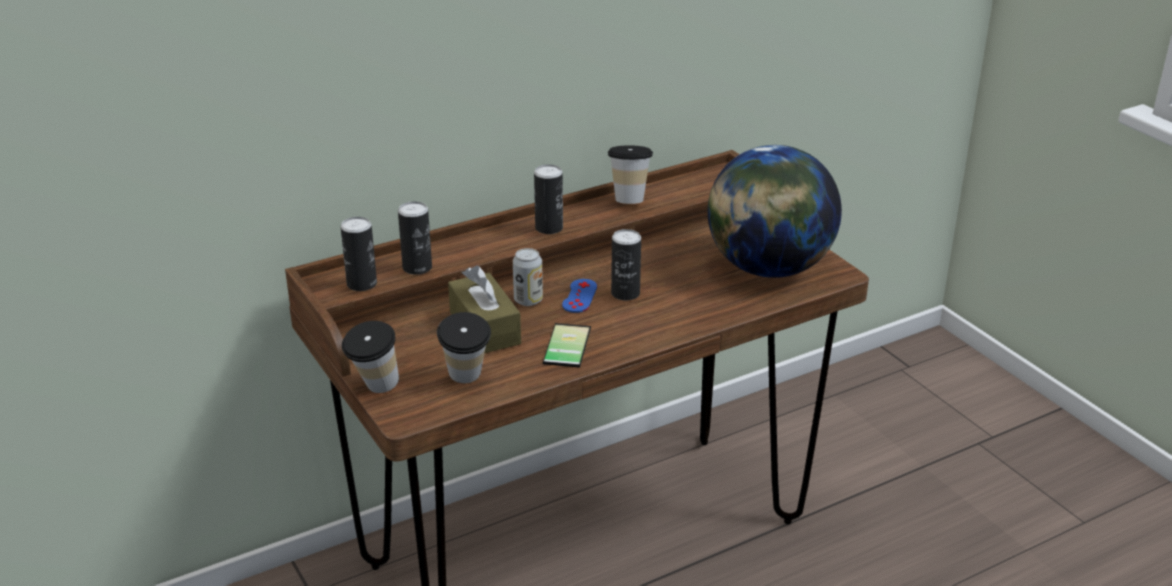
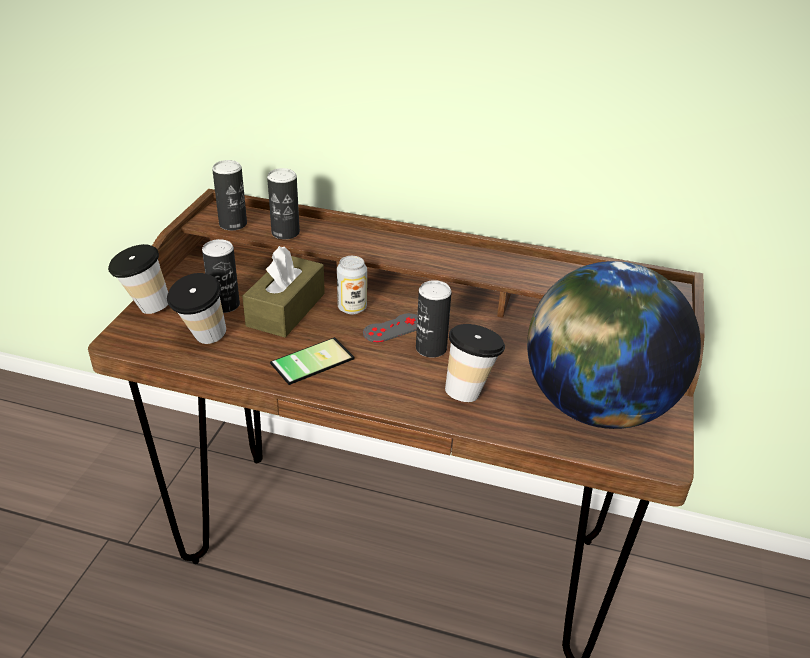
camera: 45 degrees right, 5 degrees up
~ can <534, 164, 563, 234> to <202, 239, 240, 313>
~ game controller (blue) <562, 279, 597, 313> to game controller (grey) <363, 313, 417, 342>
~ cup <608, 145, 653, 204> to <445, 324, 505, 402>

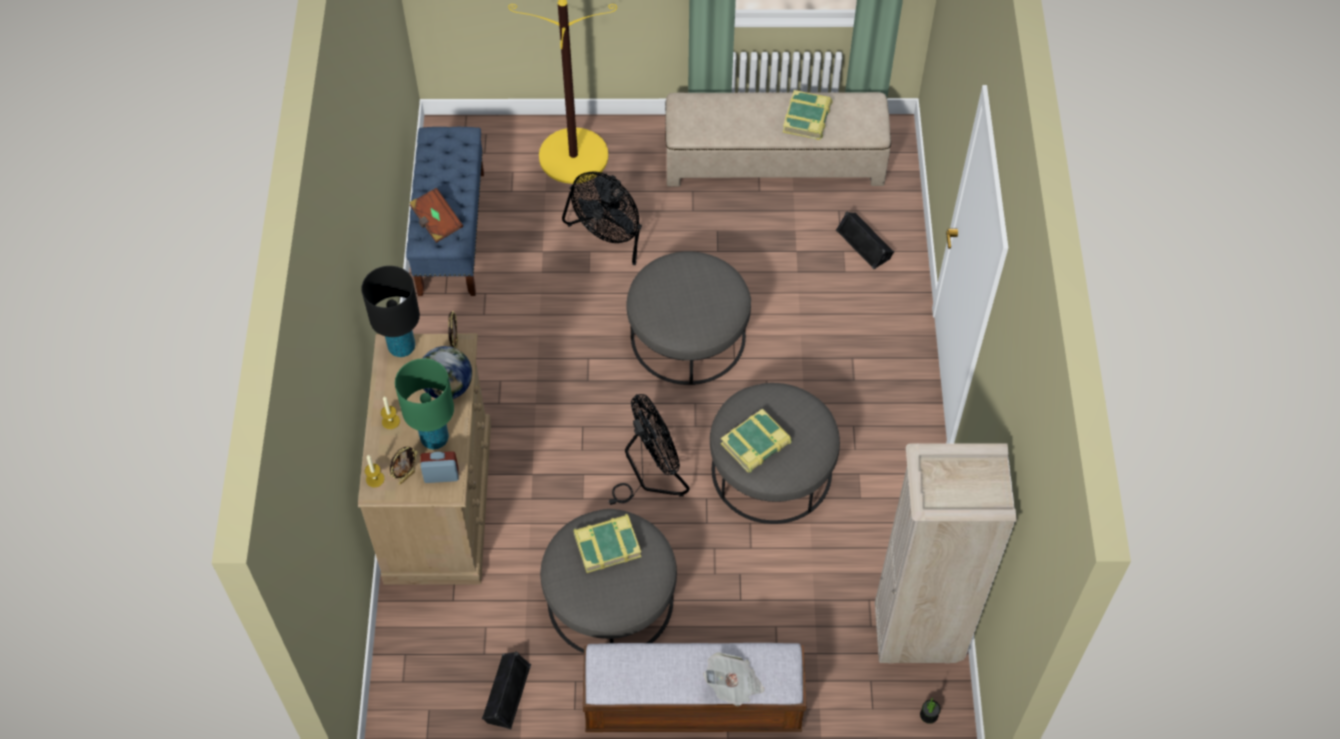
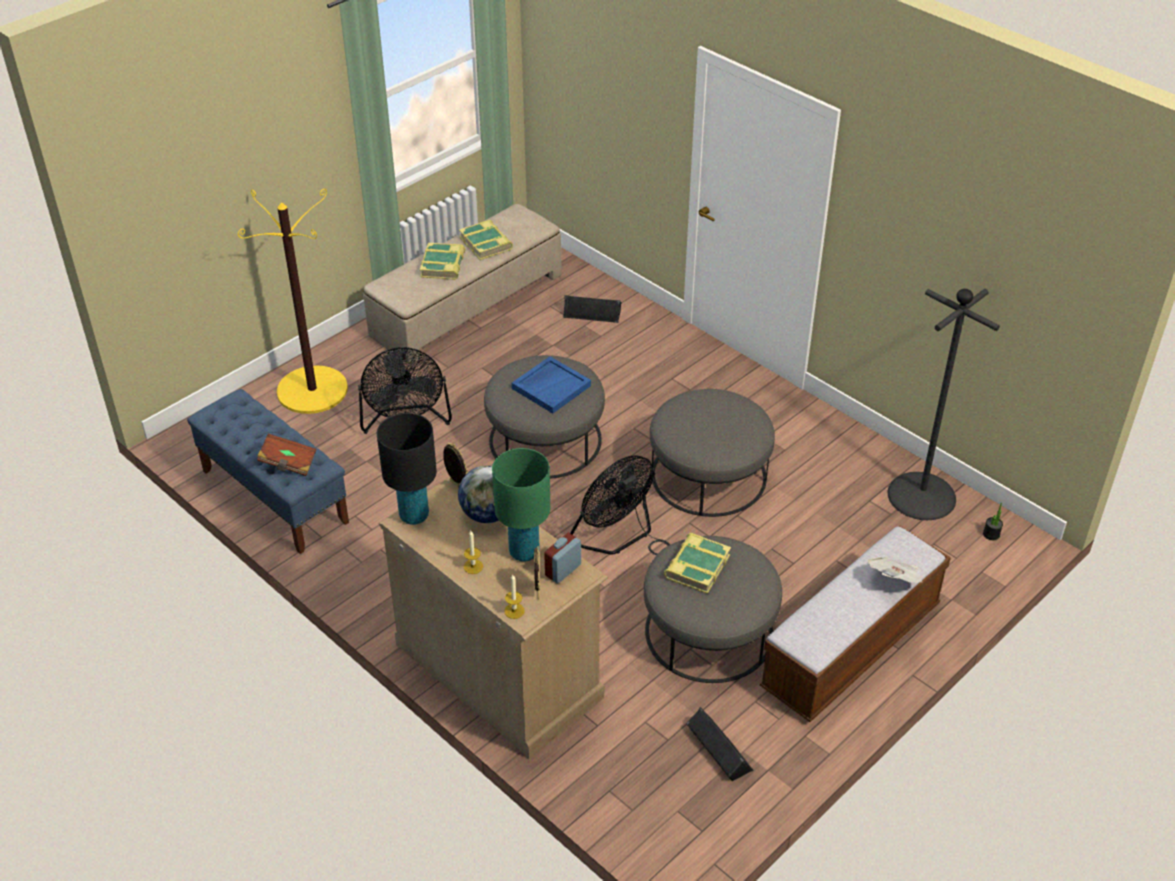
camera: 45 degrees left, 15 degrees down
~ book <721, 408, 792, 473> to <420, 243, 466, 280>
+ tray (blue) <512, 356, 591, 413>
~ fan (black) <608, 394, 689, 505> = <570, 455, 670, 555> 60 degrees counterclockwise
~ cabinet (beige) <875, 443, 1017, 663> to clothes rack (black) <887, 289, 1000, 520>

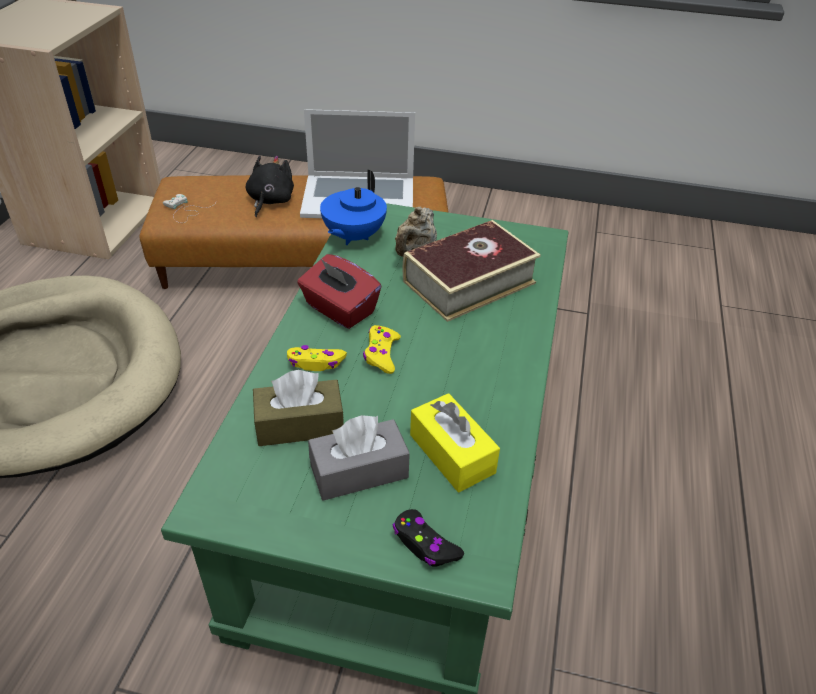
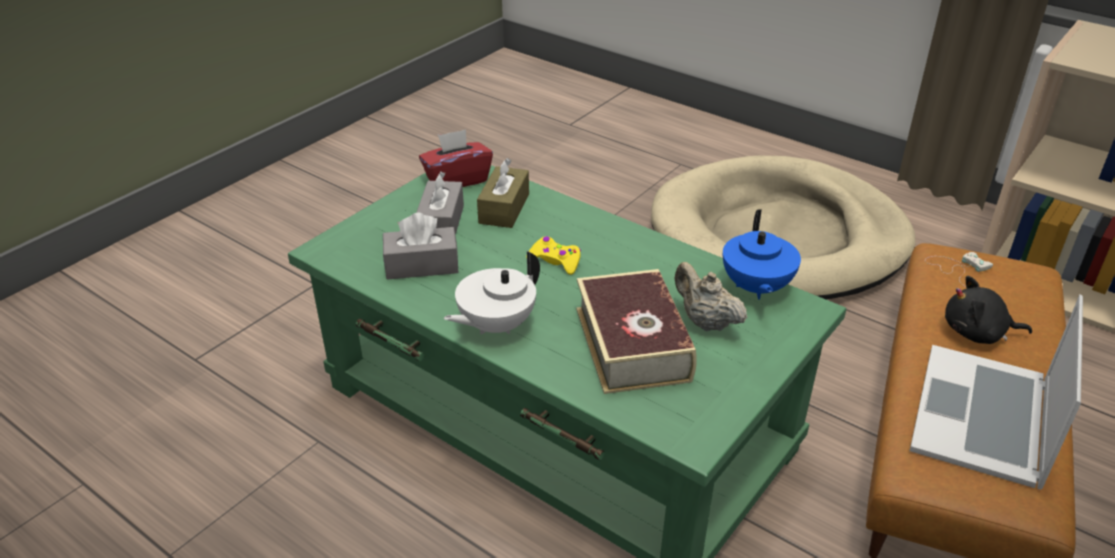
camera: 115 degrees right, 5 degrees down
~ tissue box (yellow) <410, 393, 500, 492> to tissue box (grey) <383, 212, 459, 280>
~ tissue box (red) <297, 254, 381, 329> to <419, 129, 493, 187>
+ teapot (white) <444, 251, 540, 335>
~ teapot (blue) <320, 170, 387, 245> = <723, 209, 801, 300> 135 degrees counterclockwise
~ plush toy (black) <246, 155, 294, 217> = <945, 276, 1032, 344> 150 degrees clockwise
- game controller (yellow) <287, 345, 347, 371>
- game controller (black) <393, 509, 464, 567>

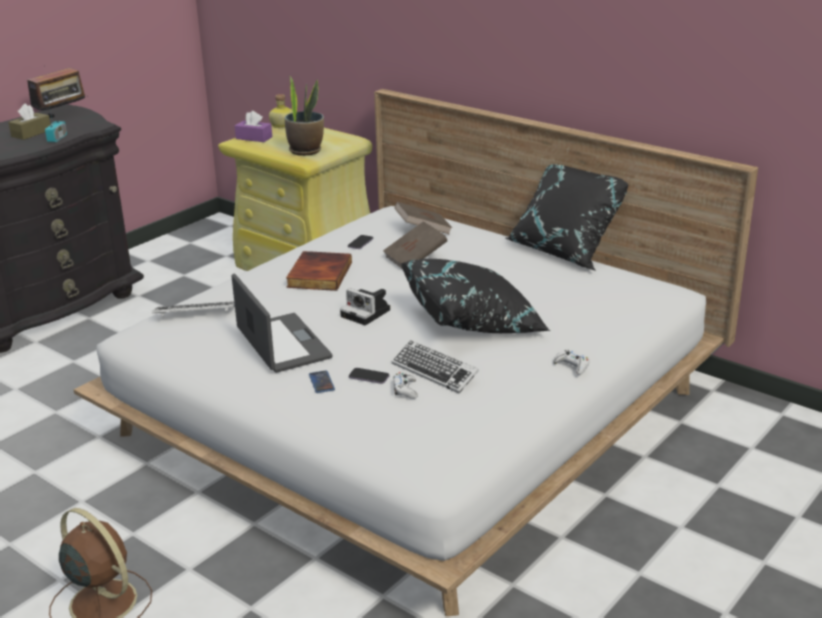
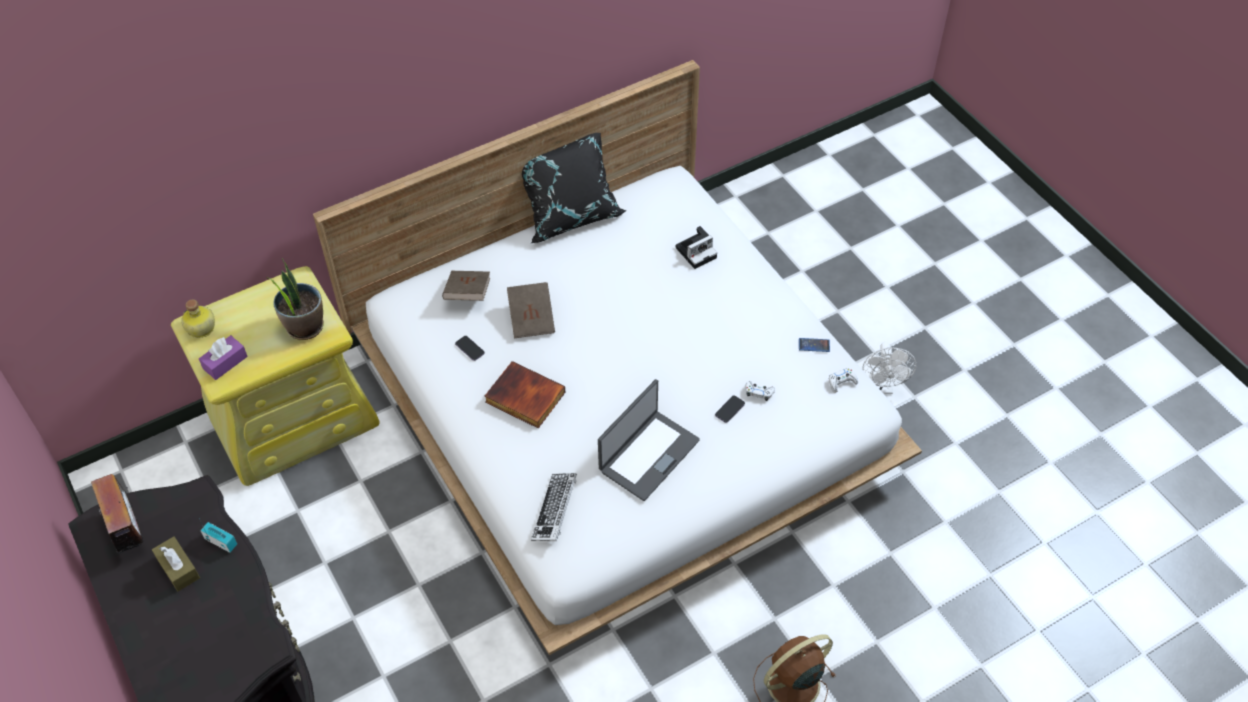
camera: 70 degrees left, 25 degrees up
~ laptop <232, 274, 333, 373> = <598, 379, 700, 501> 135 degrees clockwise
~ photo camera <340, 288, 390, 325> to <676, 226, 717, 269>
~ phone <309, 370, 335, 393> to <799, 338, 830, 352>
~ game controller (white) <553, 350, 590, 375> to <829, 368, 858, 393>
+ fan (white) <862, 342, 916, 394>
- keyboard <392, 340, 479, 393>
- pillow (black) <401, 259, 550, 333>

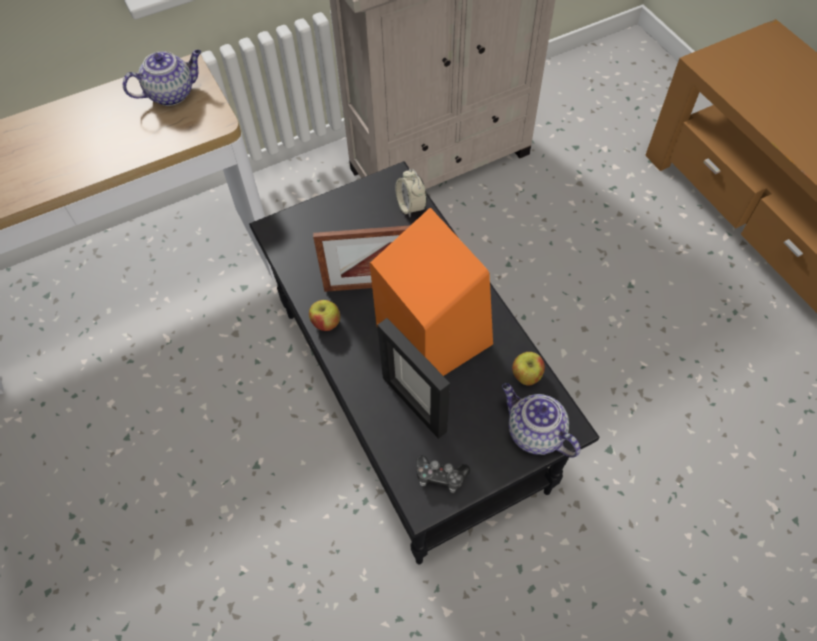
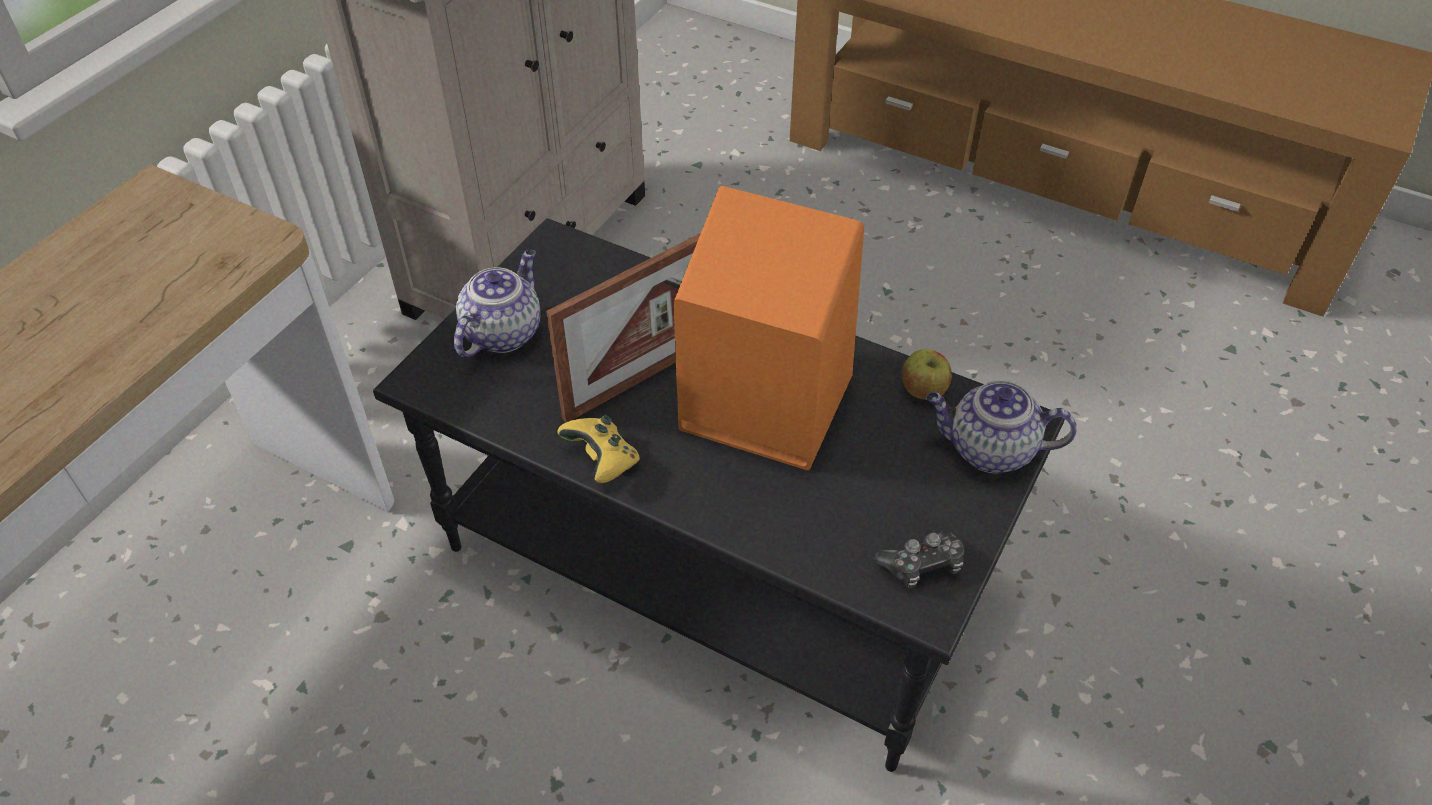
camera: 35 degrees left, 10 degrees down
~ teapot <123, 50, 201, 106> to <454, 249, 541, 357>
~ apple <309, 300, 340, 331> to game controller (yellow) <558, 415, 640, 483>
- picture frame <377, 318, 450, 439>
- alarm clock <395, 169, 427, 217>

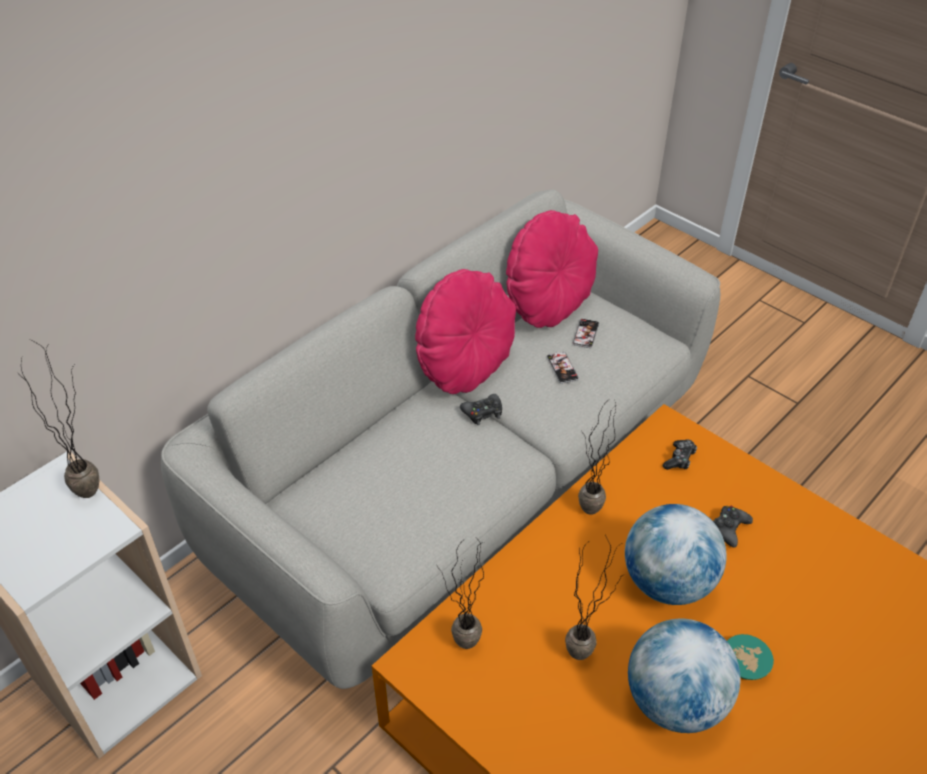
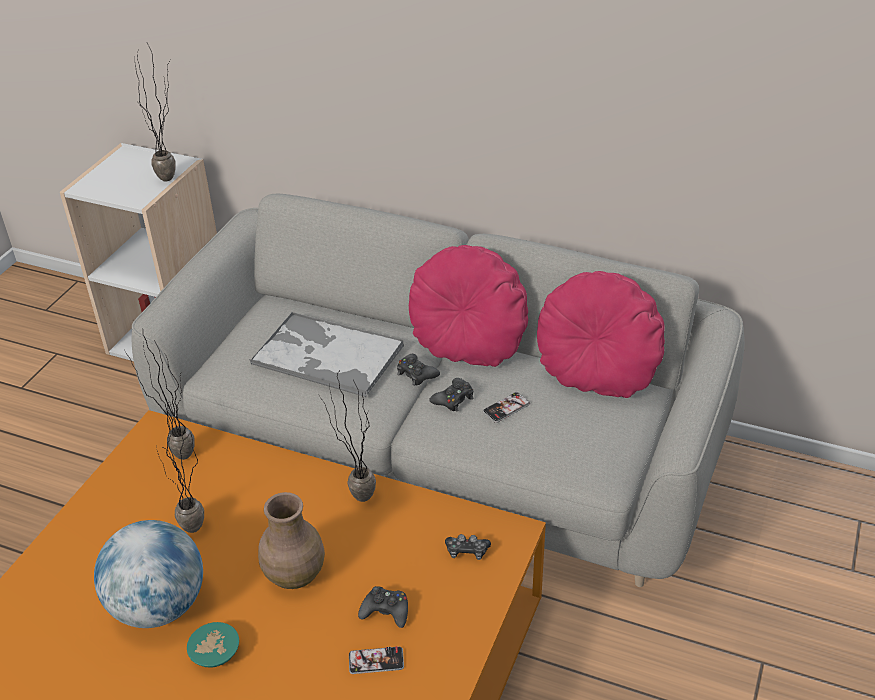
camera: 70 degrees right, 5 degrees down
+ tray <249, 312, 404, 397>
~ globe <625, 504, 727, 605> to vase (brown) <258, 492, 325, 589>
~ phone <573, 319, 599, 348> to <349, 646, 404, 674>
+ game controller (black) <430, 378, 474, 412>

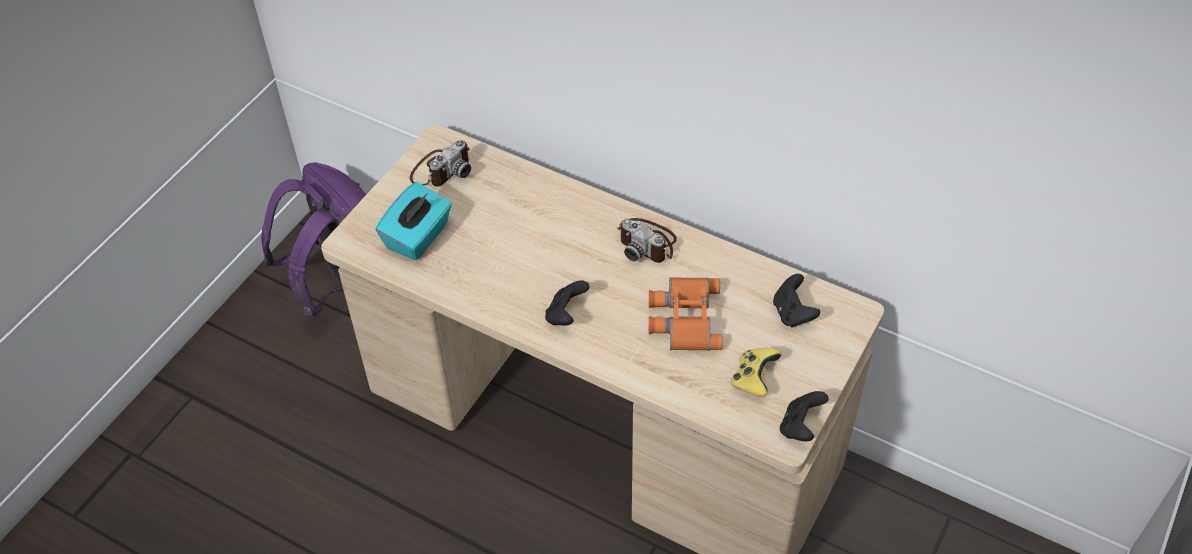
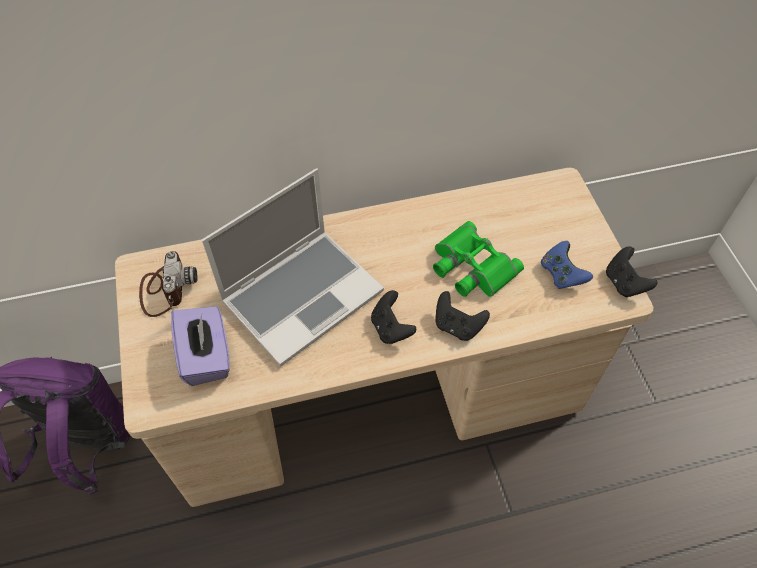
camera: 45 degrees left, 5 degrees up
~ tissue box (turquoise) <376, 182, 452, 260> to tissue box (purple) <171, 307, 230, 386>
+ laptop <202, 168, 384, 366>
~ binoculars (orange) <649, 277, 723, 351> to binoculars (green) <433, 221, 524, 297>
~ game controller (black) <773, 274, 820, 328> to <435, 291, 490, 341>
~ game controller (yellow) <731, 348, 782, 397> to game controller (blue) <541, 241, 593, 289>
- photo camera <618, 218, 677, 263>

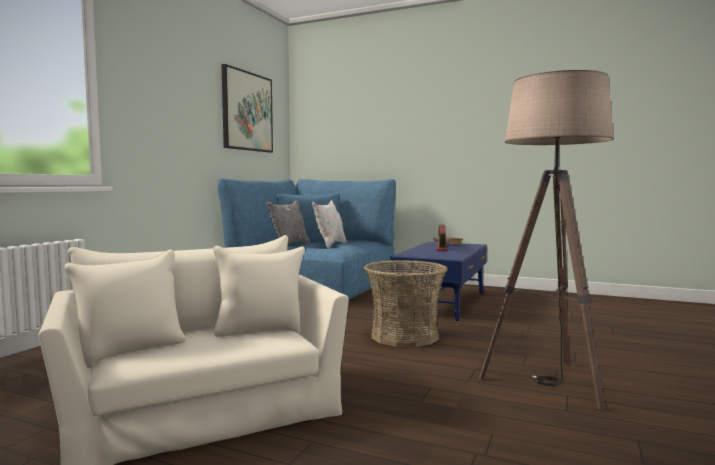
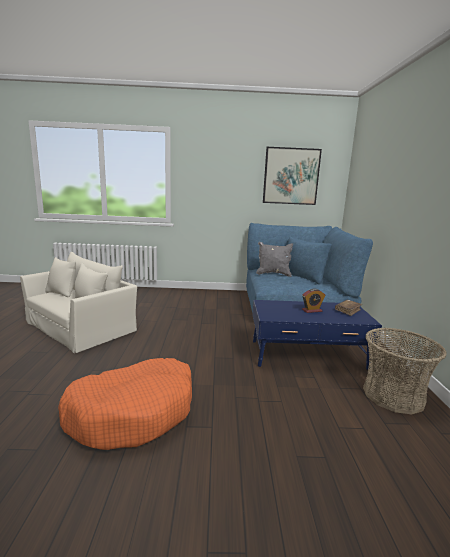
camera: 65 degrees right, 10 degrees up
~ floor lamp <479, 70, 614, 410> to dog bed (orange) <58, 358, 192, 450>
~ basket <364, 260, 448, 347> to <363, 328, 447, 414>
- pillow (white) <312, 200, 346, 248>

